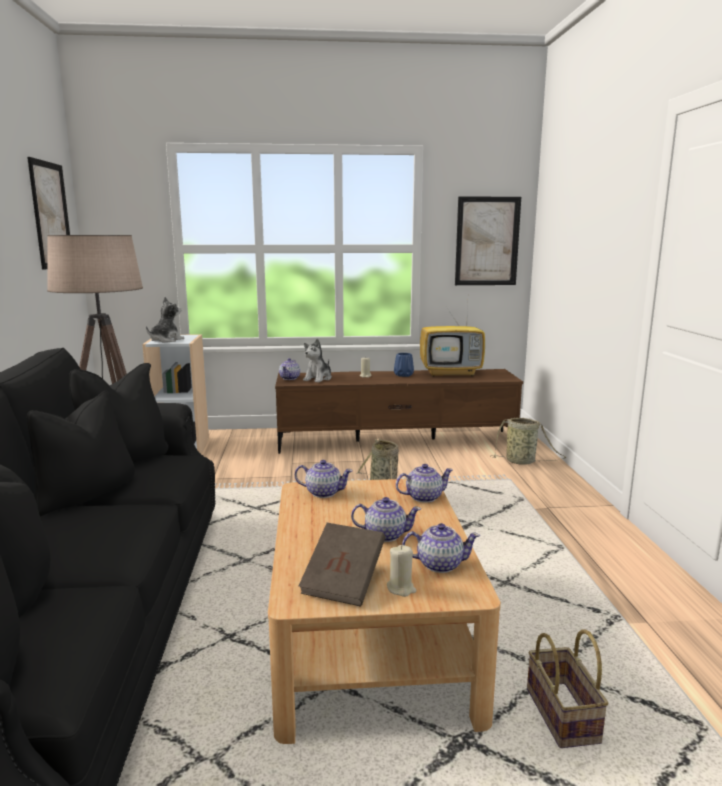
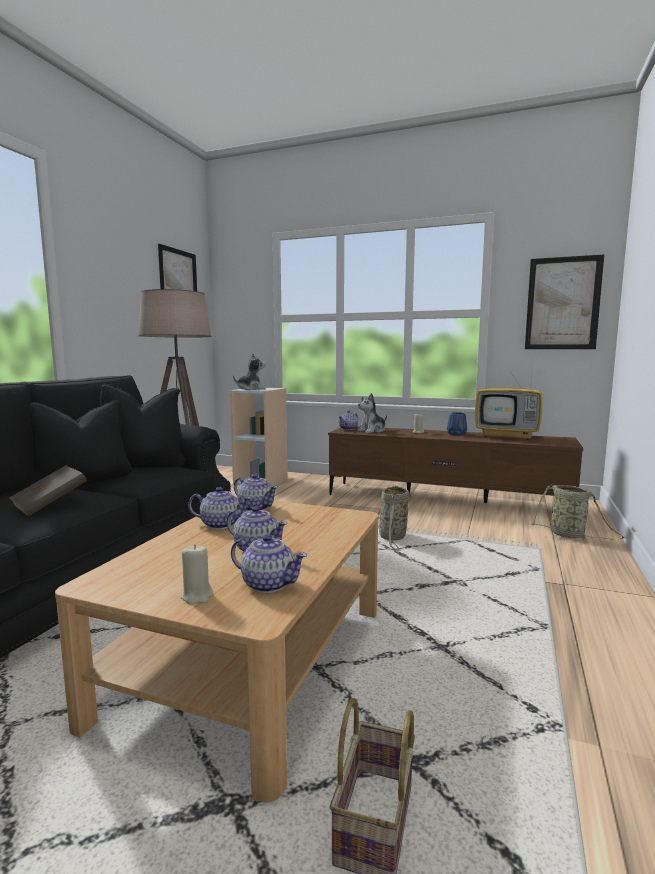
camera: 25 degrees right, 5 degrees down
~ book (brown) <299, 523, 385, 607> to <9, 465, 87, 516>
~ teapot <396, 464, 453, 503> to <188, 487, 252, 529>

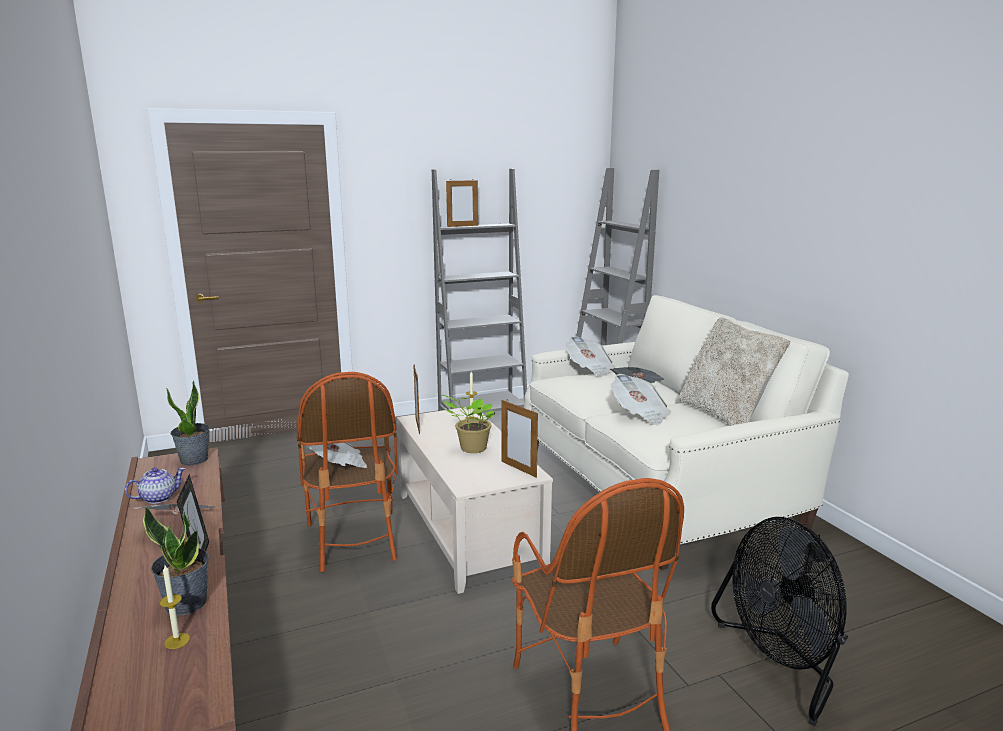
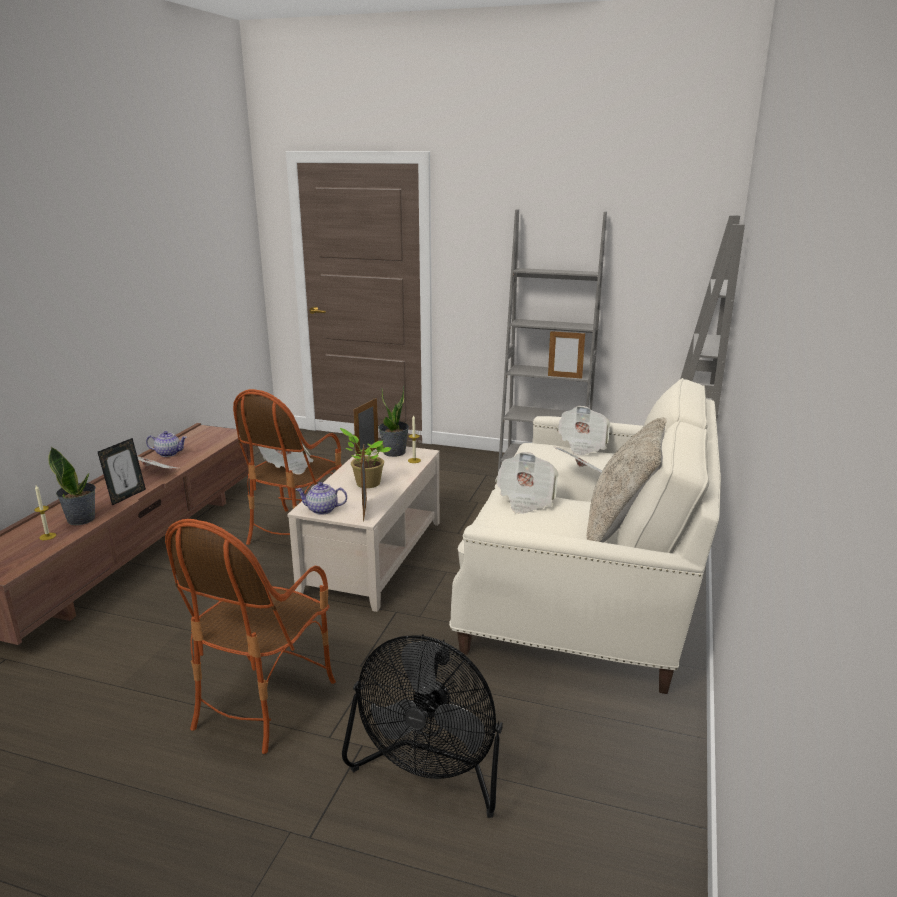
camera: 40 degrees right, 5 degrees up
+ teapot <296, 482, 347, 515>
~ fan (black) <711, 517, 848, 727> = <342, 634, 503, 818> 90 degrees counterclockwise
~ potted plant <166, 380, 210, 465> to <378, 385, 409, 457>
~ picture frame <446, 180, 478, 227> to <548, 331, 585, 379>

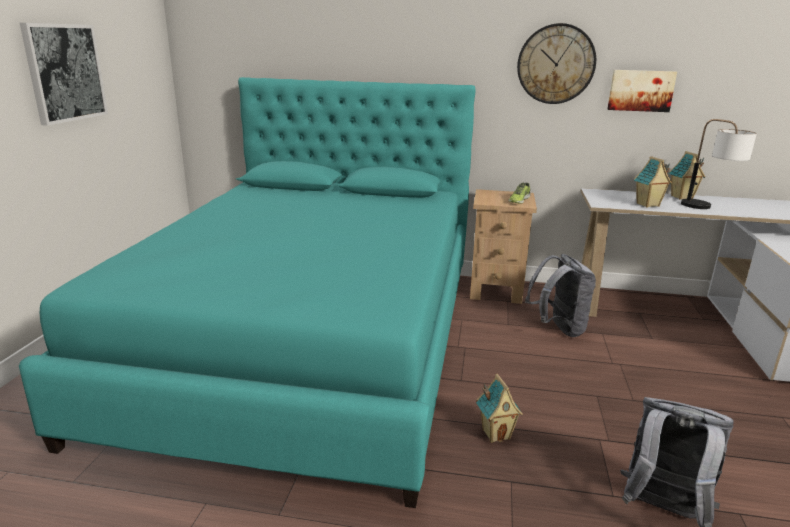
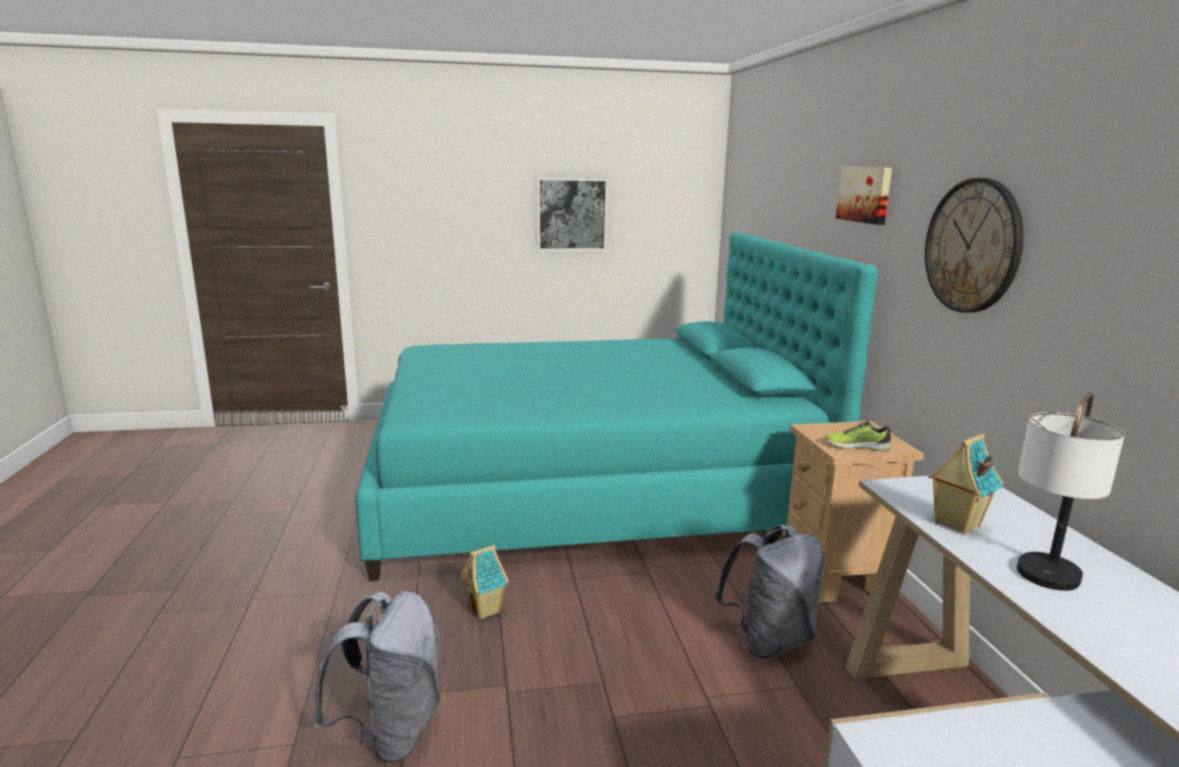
camera: 70 degrees right, 5 degrees down
~ picture <607, 70, 677, 112> to <836, 167, 892, 225>
- toy house <669, 151, 705, 200>

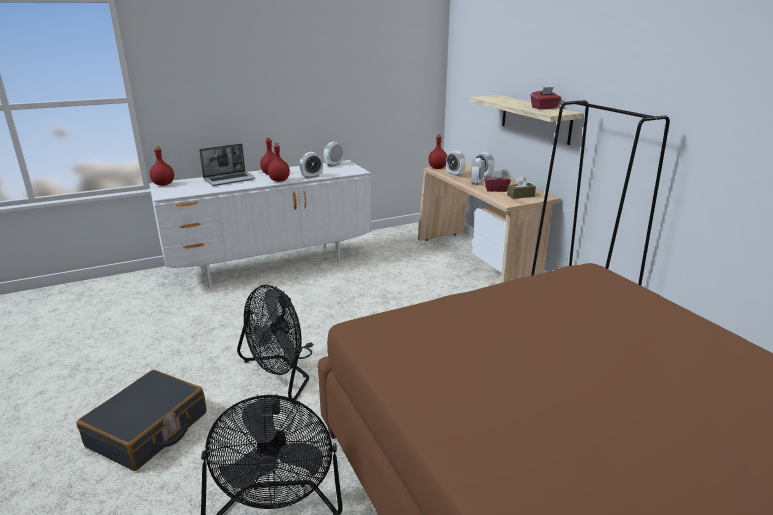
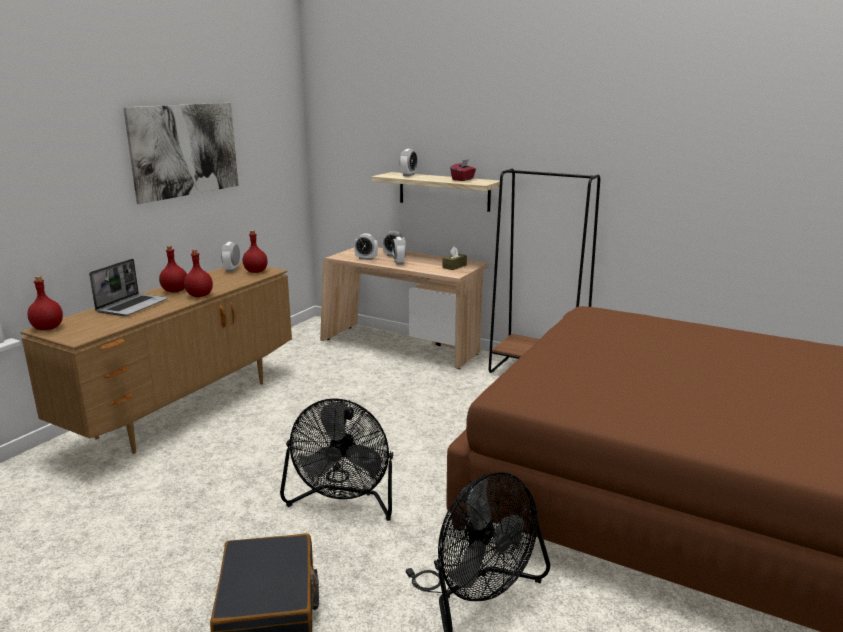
camera: 35 degrees left, 5 degrees down
~ dresser (white) <149, 160, 371, 288> to dresser (brown) <20, 262, 292, 454>
+ picture <123, 103, 239, 204>
~ bottle (red) <428, 134, 447, 169> to <243, 230, 268, 273>
~ alarm clock <299, 152, 323, 179> to <399, 149, 417, 176>
- tissue box (red) <484, 171, 511, 192>

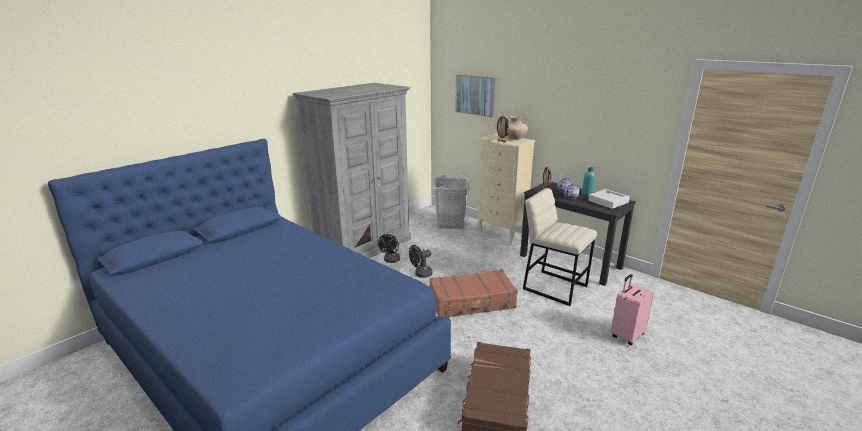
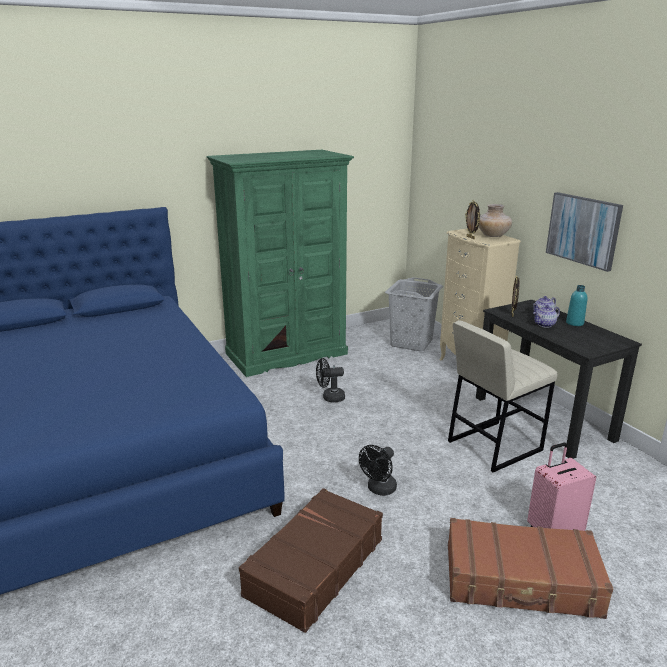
camera: 20 degrees right, 0 degrees up
~ wardrobe (grey) <293, 83, 411, 258> to wardrobe (green) <207, 150, 354, 377>
~ fan (black) <378, 234, 400, 263> to <359, 445, 397, 496>
~ chair (beige) <523, 188, 597, 306> = <448, 320, 557, 472> 90 degrees counterclockwise
~ suitcase (brown) <429, 270, 518, 317> to <448, 518, 613, 619>
~ picture <455, 75, 495, 117> to <546, 192, 623, 272>
- tray (grey) <588, 189, 630, 209>

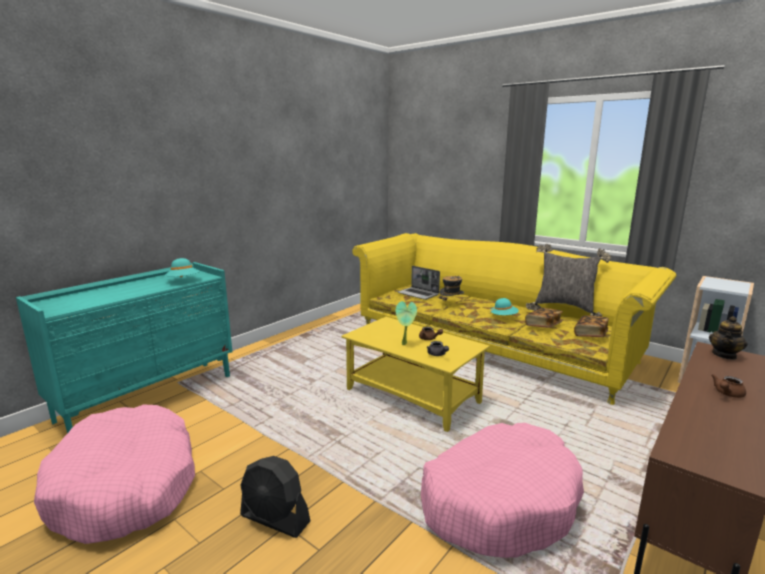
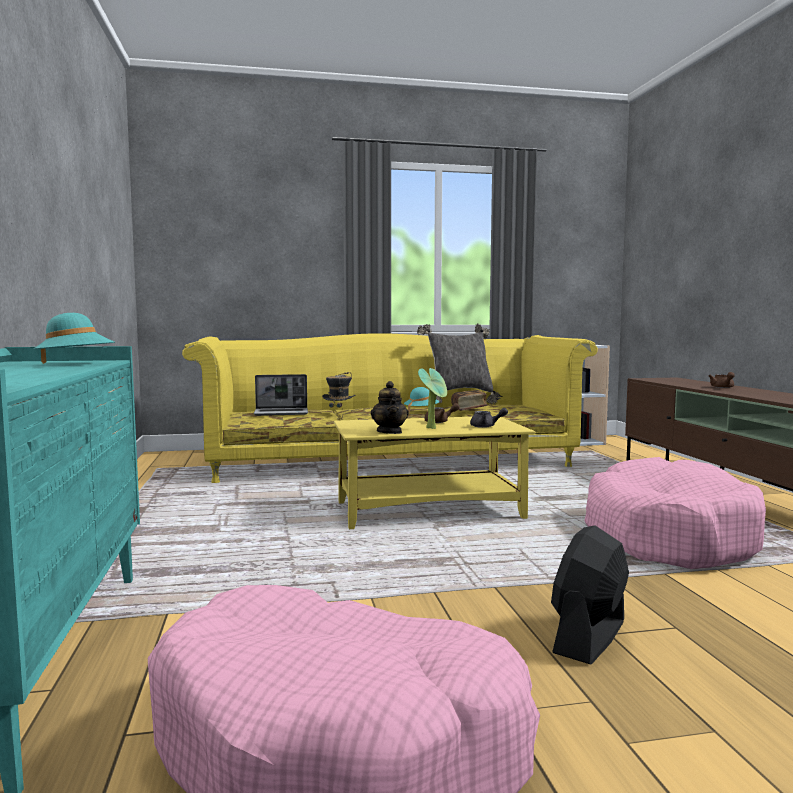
camera: 50 degrees left, 10 degrees down
~ teapot <709, 316, 747, 360> to <370, 381, 409, 434>
~ fan (black) <240, 456, 311, 538> = <551, 525, 629, 665> 150 degrees clockwise
- book <574, 315, 609, 337>

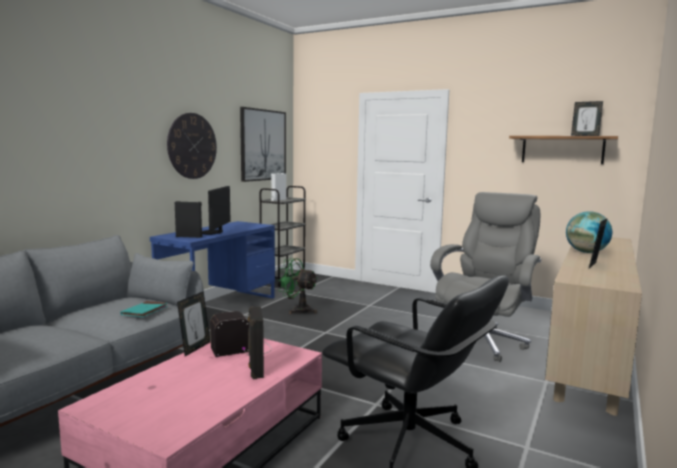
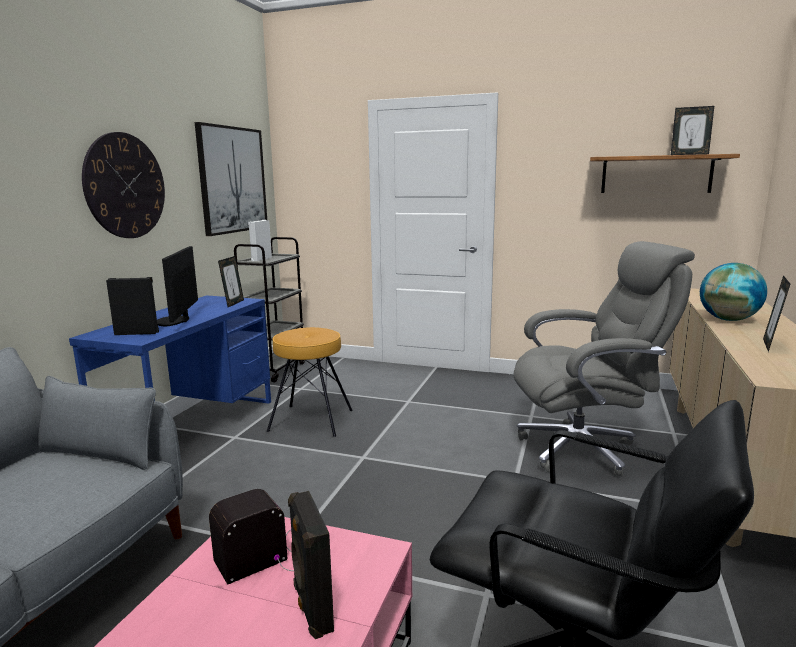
camera: 10 degrees left, 5 degrees up
~ picture frame <177, 291, 210, 356> to <218, 256, 244, 307>
~ fan (green) <278, 258, 318, 314> to stool (brown) <267, 327, 353, 437>
~ office chair (grey) <430, 192, 541, 362> = <514, 241, 695, 476> 60 degrees clockwise
- book (turquoise) <120, 301, 168, 317>

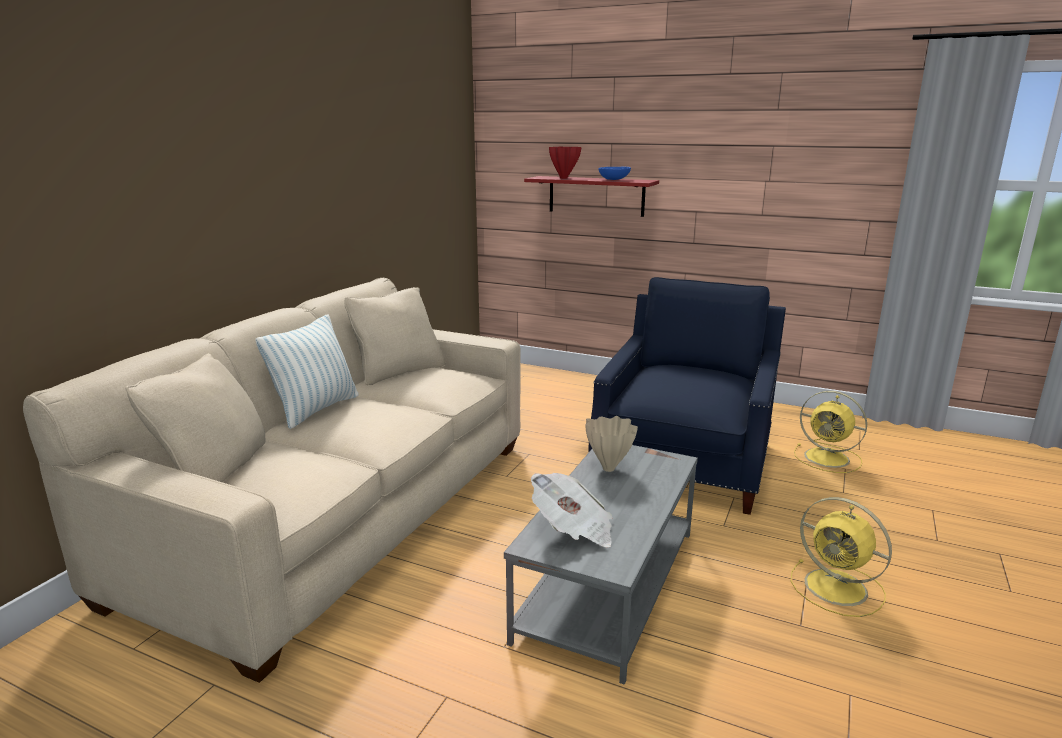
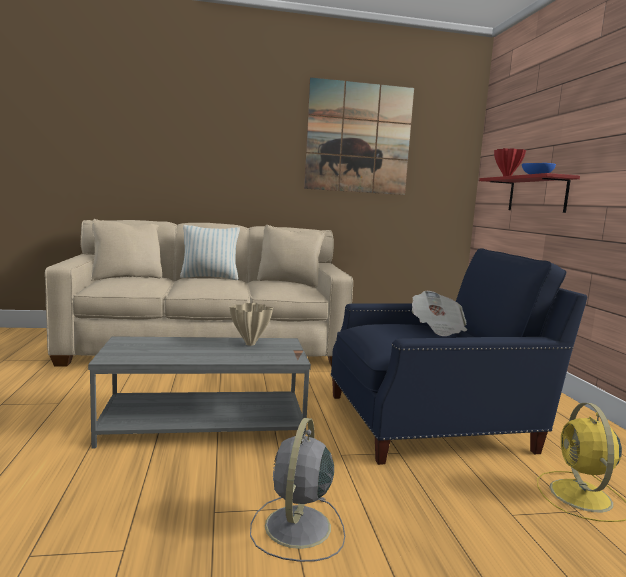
camera: 55 degrees right, 10 degrees down
~ fan (yellow) <791, 497, 892, 617> to fan (grey) <250, 418, 345, 562>
+ picture <304, 77, 414, 195>
~ newspaper <531, 473, 612, 547> to <412, 291, 467, 336>

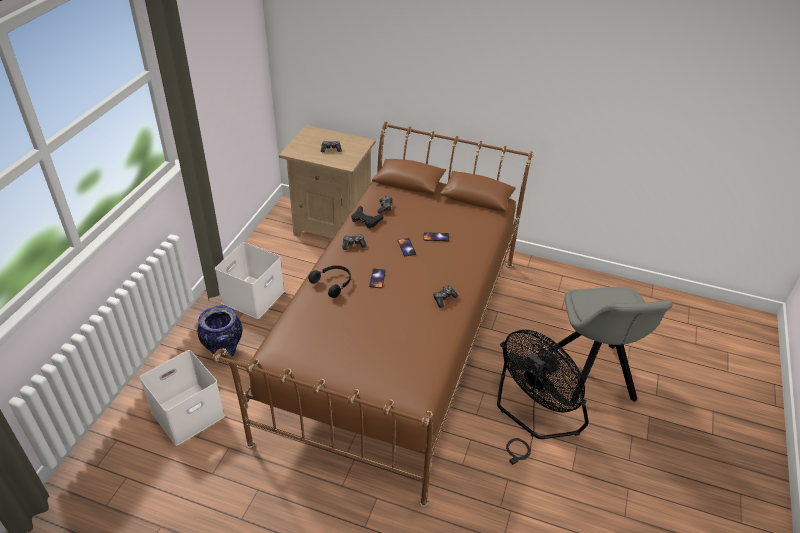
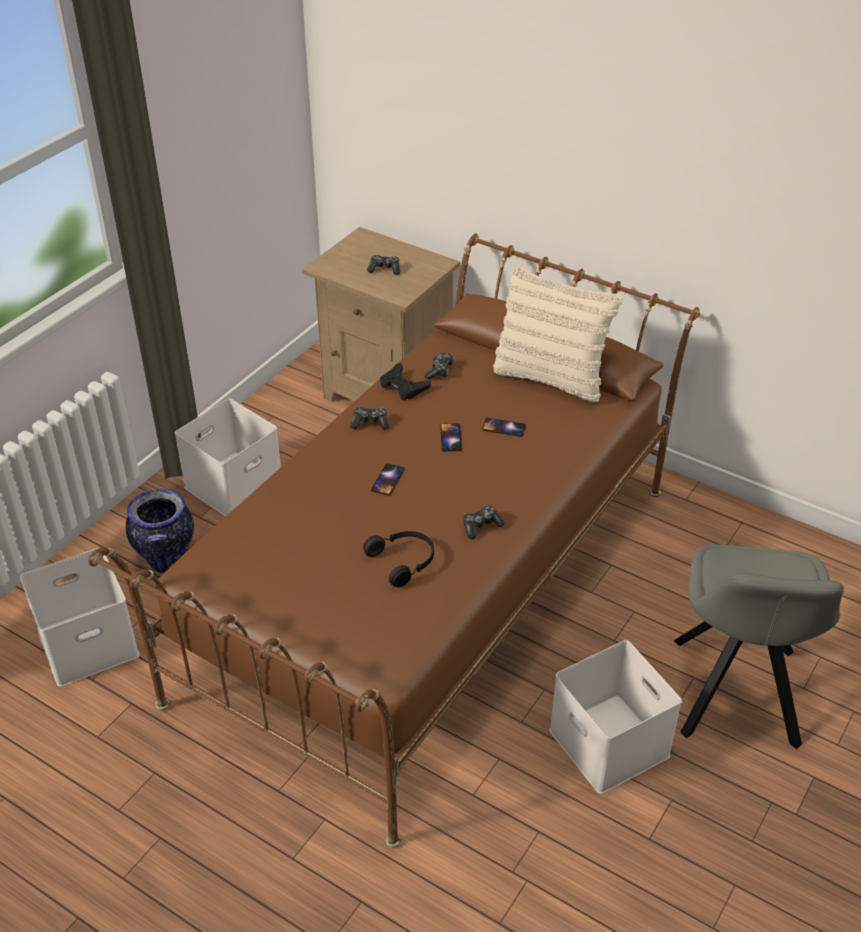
camera: 15 degrees right, 0 degrees up
~ headphones (black) <308, 265, 351, 298> to <363, 531, 434, 587>
+ pillow (beige) <493, 267, 623, 402>
~ fan (black) <497, 330, 589, 465> to storage box (white) <549, 640, 682, 794>

